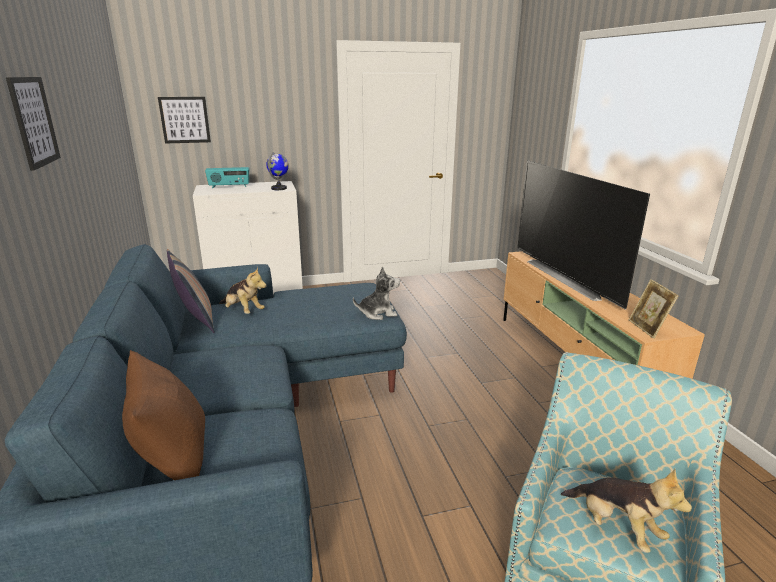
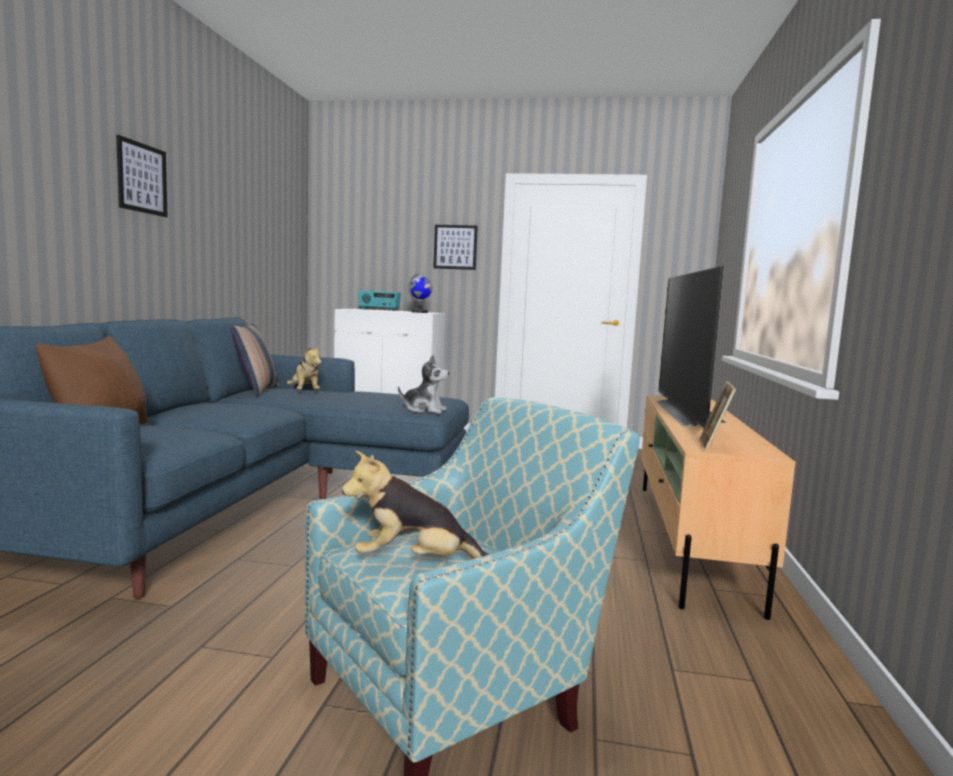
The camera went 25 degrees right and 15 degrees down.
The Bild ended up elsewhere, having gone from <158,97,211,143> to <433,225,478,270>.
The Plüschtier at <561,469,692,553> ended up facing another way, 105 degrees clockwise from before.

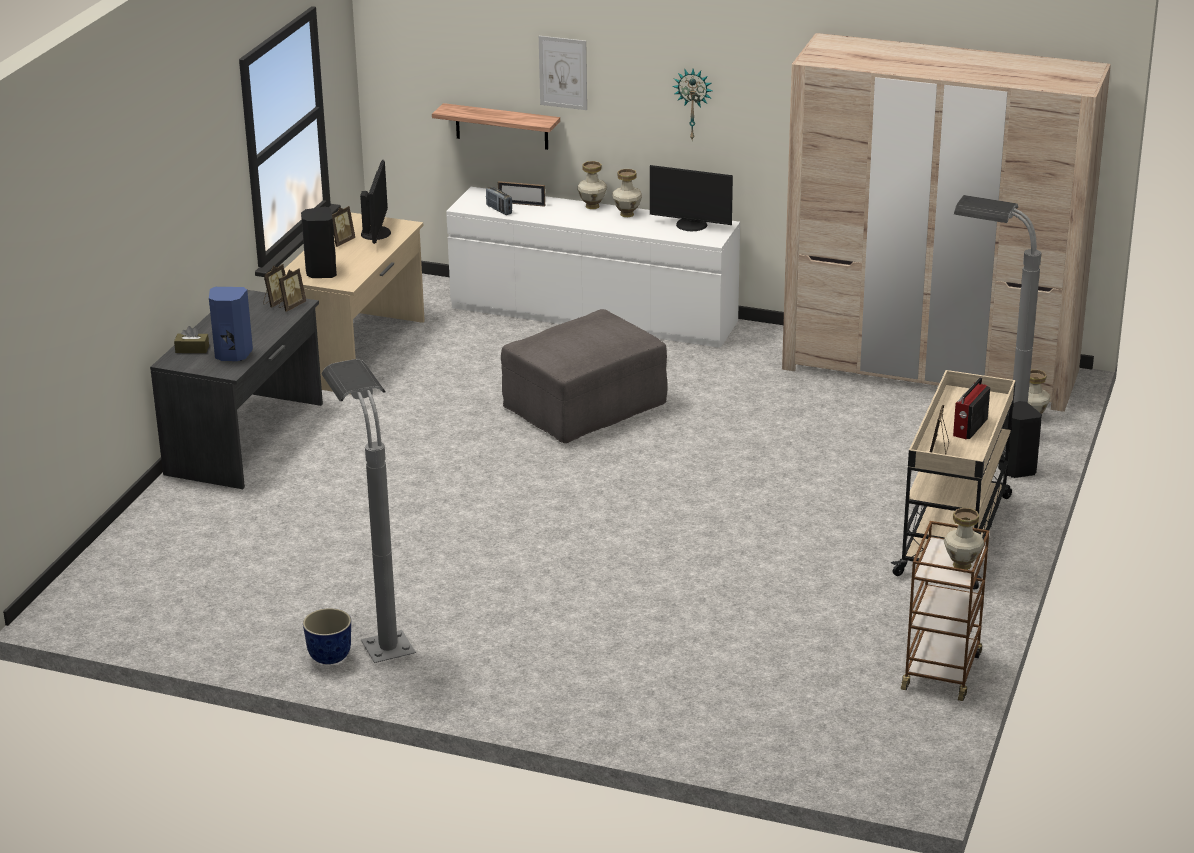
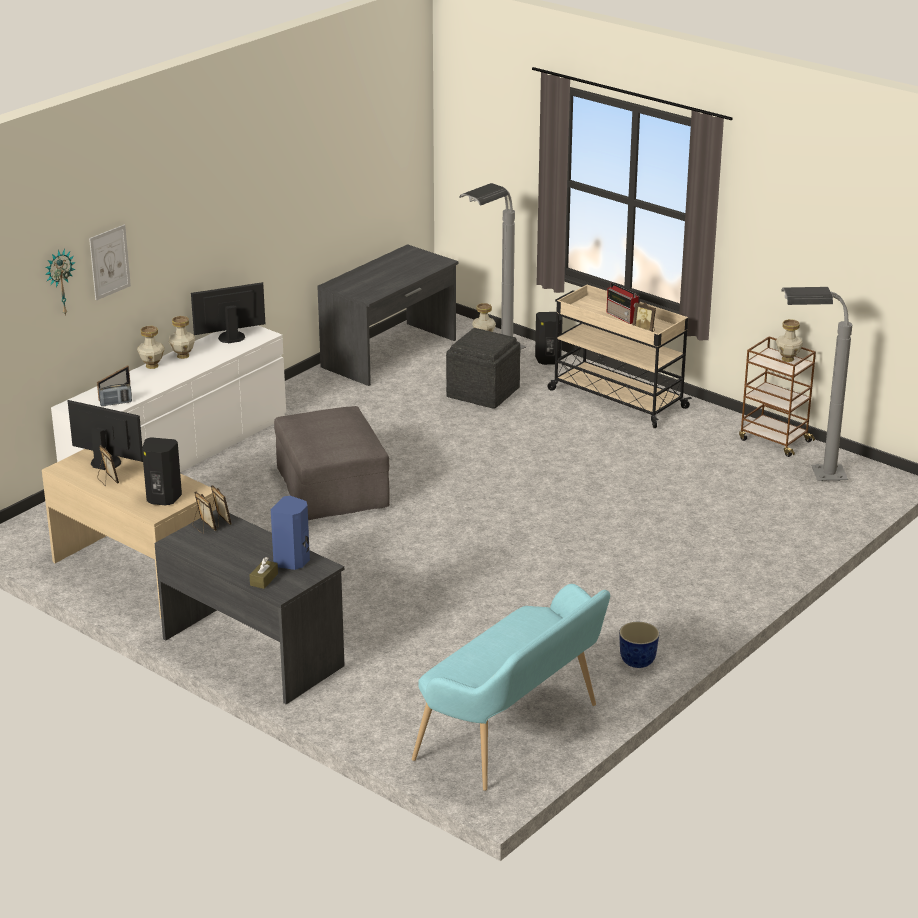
The camera went 70 degrees left and 0 degrees up.
Where the Kleiderschrank/beige stood at <782,33,1111,412>, the Schreibtisch/grau came to stand at <318,244,459,386>.
The Wanduhr ended up elsewhere, having gone from <672,69,713,140> to <45,249,76,316>.
The second view lost the Wandregal at <432,103,560,150>.
The Monitor at <650,165,733,231> ended up facing another way, 150 degrees counterclockwise from before.
The Stehlampe/grau ended up elsewhere, having gone from <322,359,416,663> to <781,287,852,481>.
The second view gained the Polsterhocker/grau at <446,328,520,409>.
The second view gained the Bank/türkis at <412,584,610,791>.

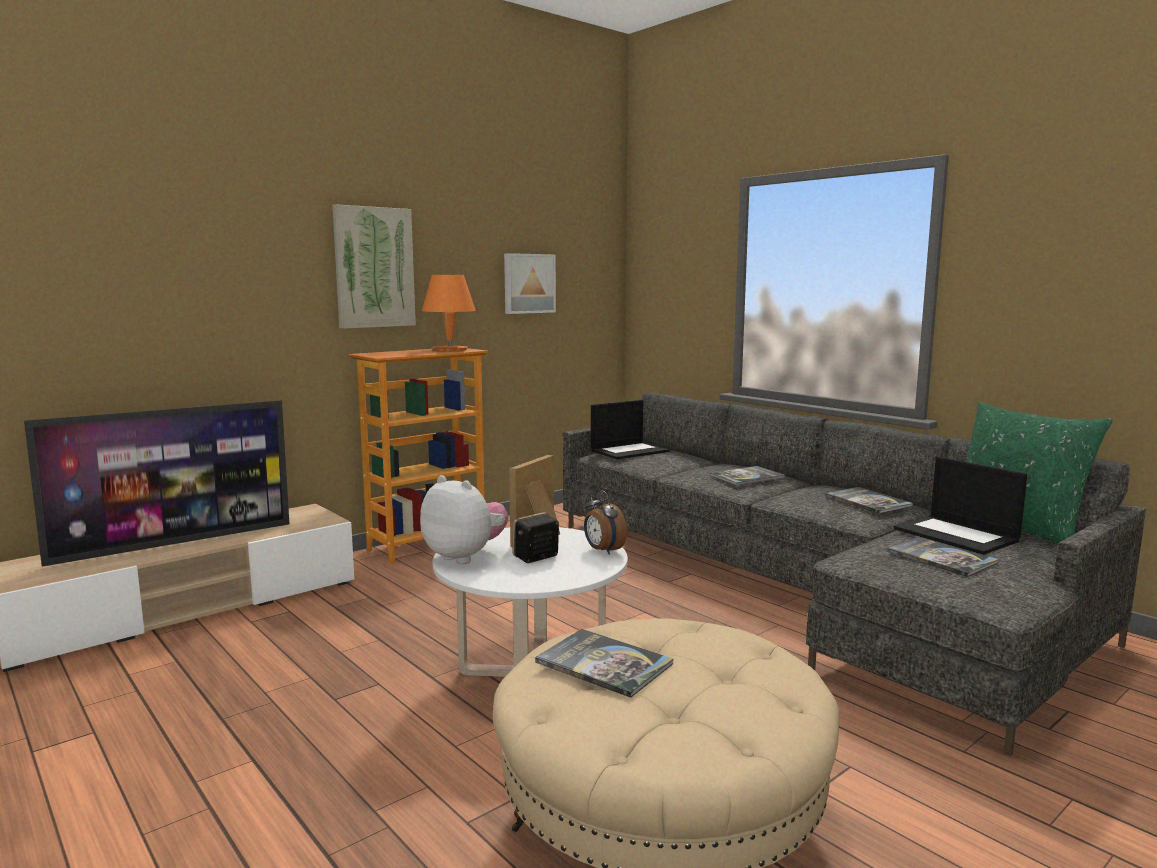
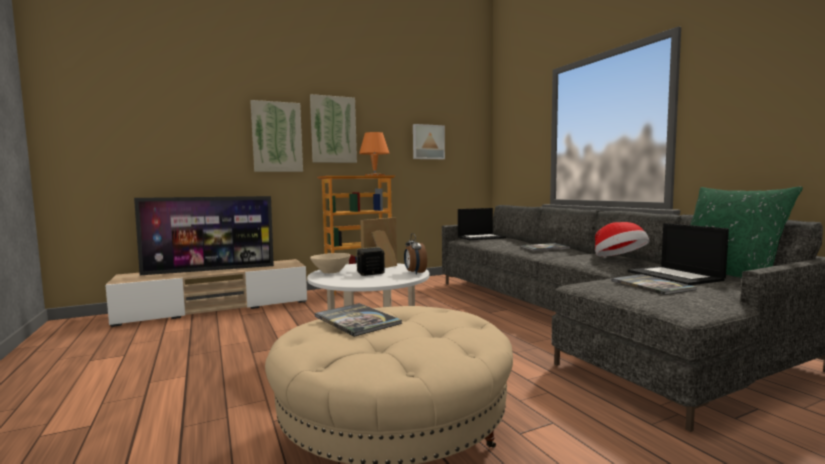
The camera went 15 degrees right and 5 degrees down.
Where the Plüschtier stood at <420,475,508,564>, the Schüssel/beige came to stand at <310,253,351,273>.
Where the Buch stood at <825,487,913,514>, the Hut came to stand at <595,222,650,257>.
The second view gained the Bild at <250,100,303,172>.

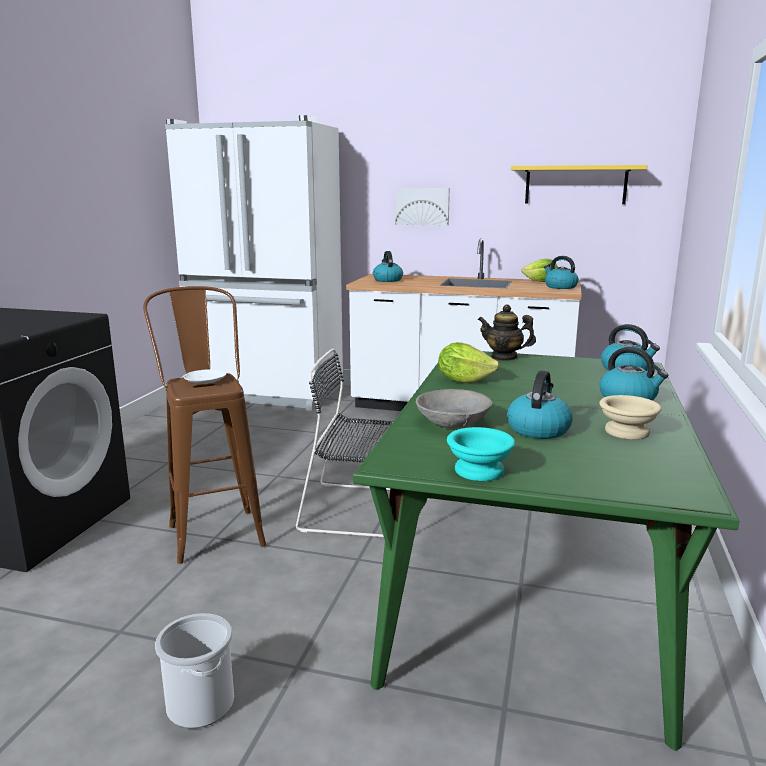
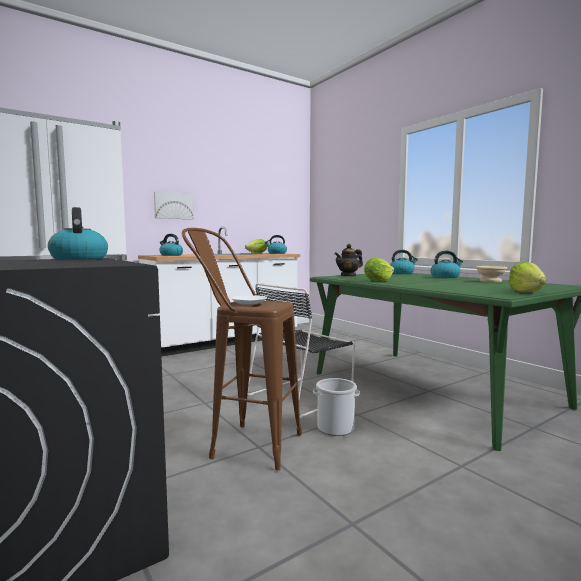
The camera went 50 degrees left and 10 degrees down.
The second view lost the Wandregal/gelb at <511,165,648,204>.
The Wasserkessel ended up elsewhere, having gone from <507,370,573,439> to <48,207,108,260>.
The second view lost the Schüssel/grau at <416,389,492,428>.
Where the Schüssel/türkis stood at <447,427,515,481>, the Salatkopf came to stand at <508,262,546,293>.
The Eimer ended up elsewhere, having gone from <155,613,234,729> to <313,378,360,436>.

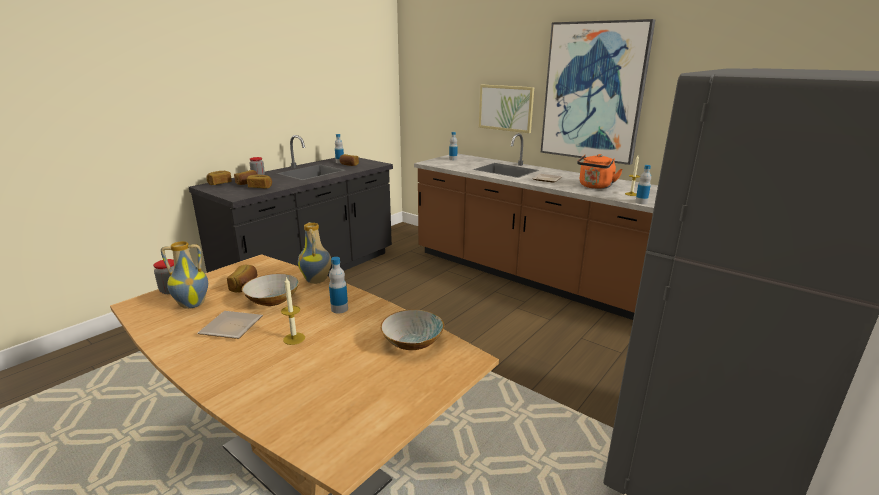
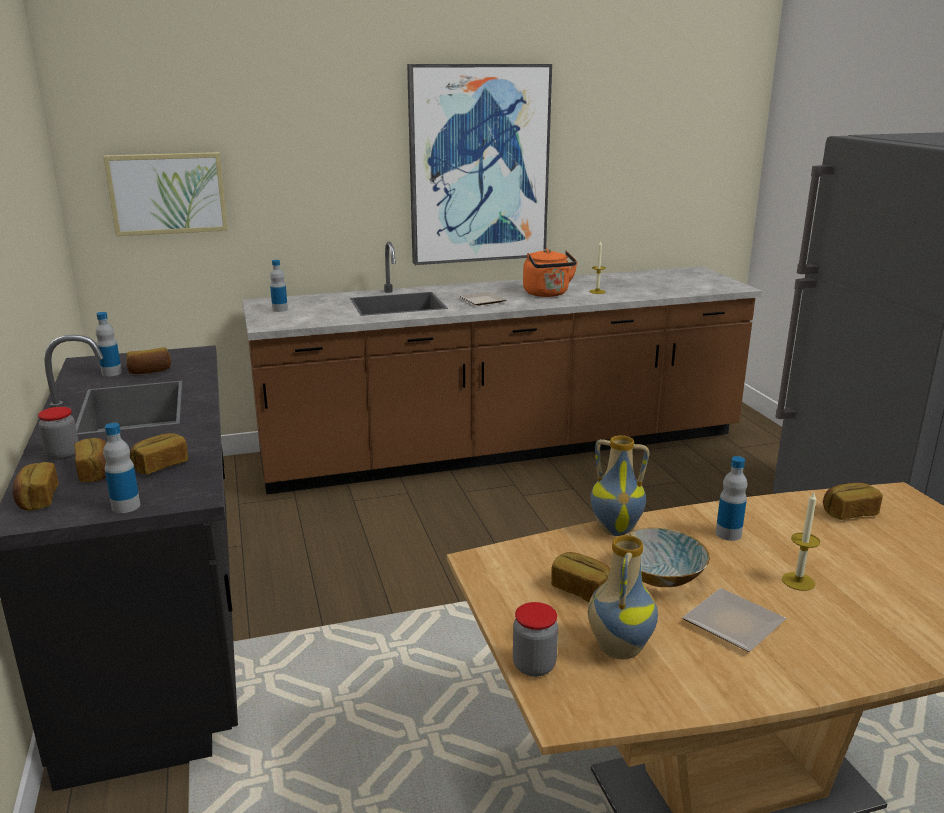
The camera went 55 degrees left and 0 degrees up.
The Bild ended up elsewhere, having gone from <479,85,534,133> to <103,152,228,236>.
The Flasche ended up elsewhere, having gone from <635,165,651,204> to <103,423,140,513>.
Where the Schüssel stood at <380,310,444,350>, the Brot came to stand at <823,483,883,520>.

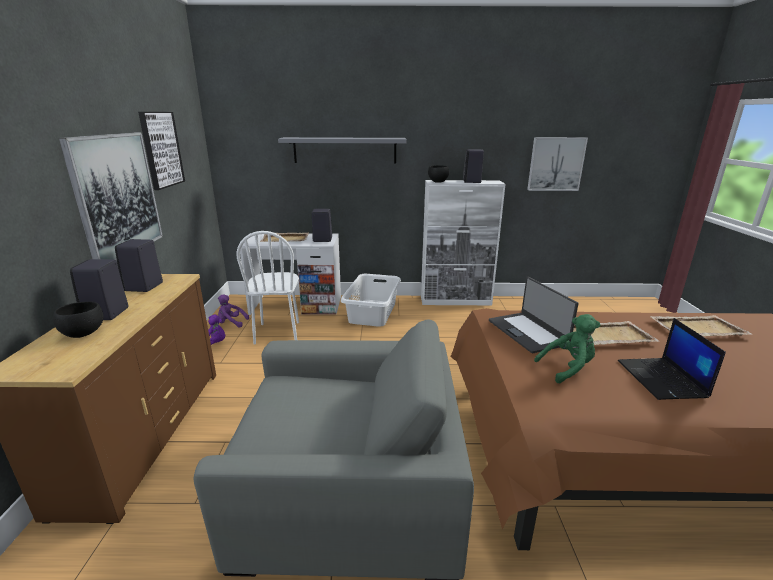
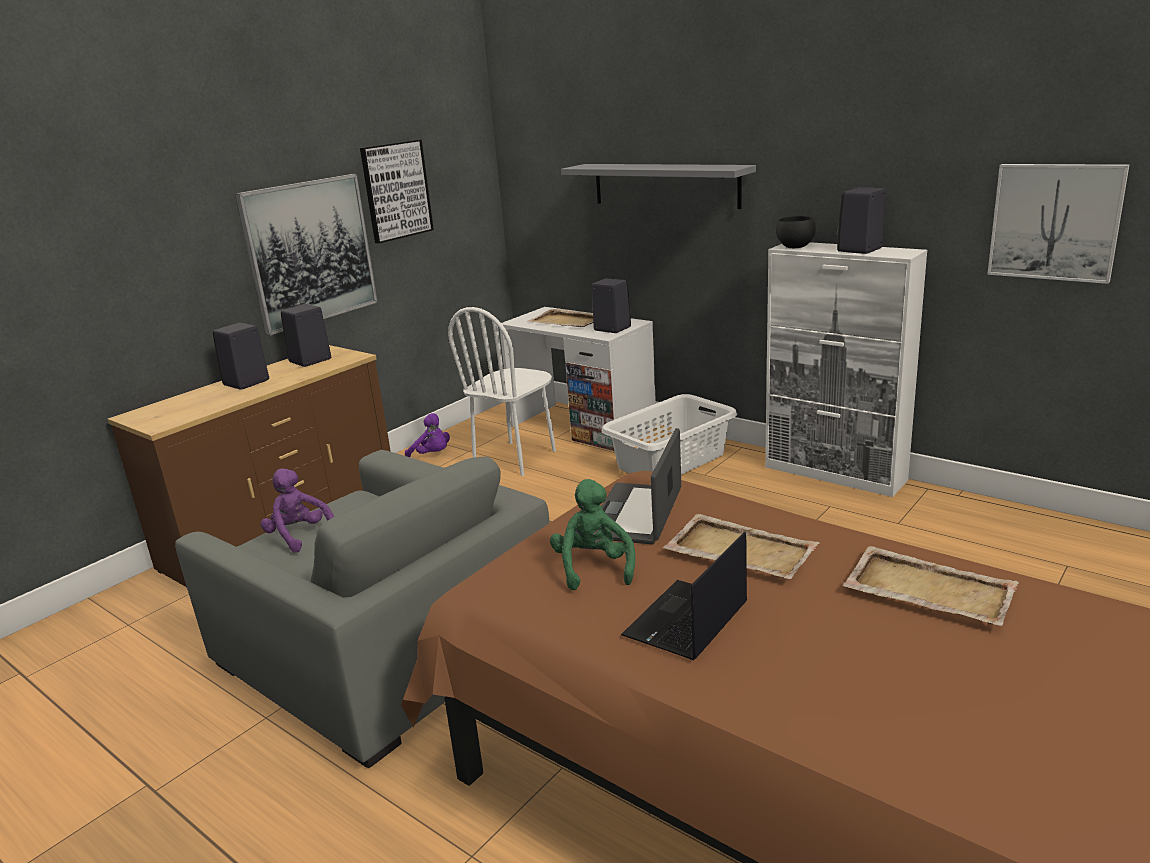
The camera went 40 degrees right and 0 degrees up.
The Plüschtier/lila ended up elsewhere, having gone from <218,295,249,327> to <261,468,334,553>.
The second view lost the Schüssel/schwarz at <53,301,104,338>.
The Plüschtier/grün at <534,314,600,383> ended up facing another way, 120 degrees counterclockwise from before.

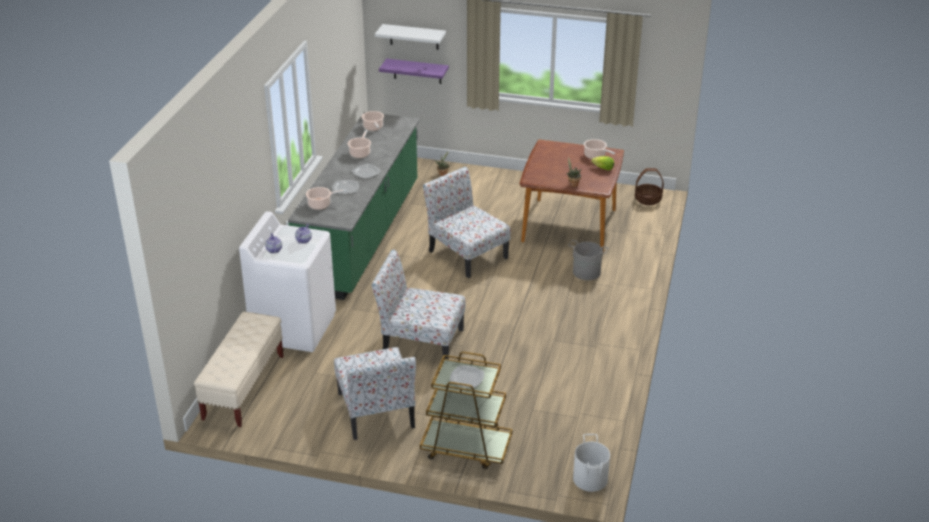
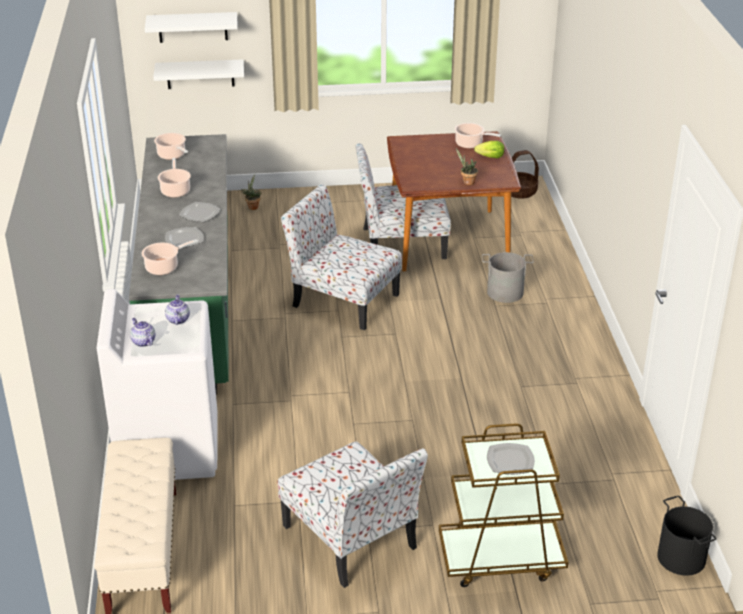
The camera went 20 degrees left and 0 degrees up.
What was the Wandregal/lila at <379,59,449,84> turned into the Wandregal/weiß at <153,59,244,89>.
The Stuhl ended up elsewhere, having gone from <371,250,465,359> to <355,143,451,259>.
What was the Eimer/weiß at <573,434,610,492> turned into the Eimer/schwarz at <657,496,716,576>.

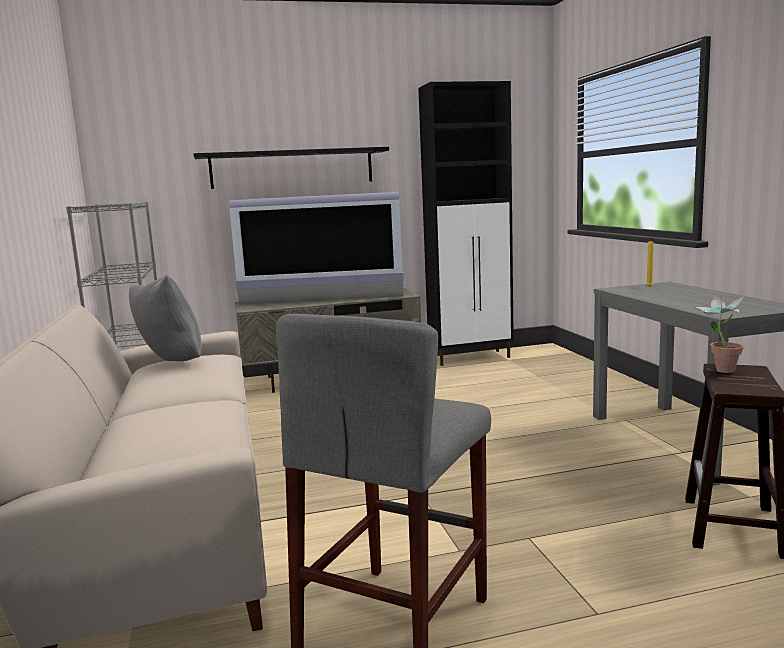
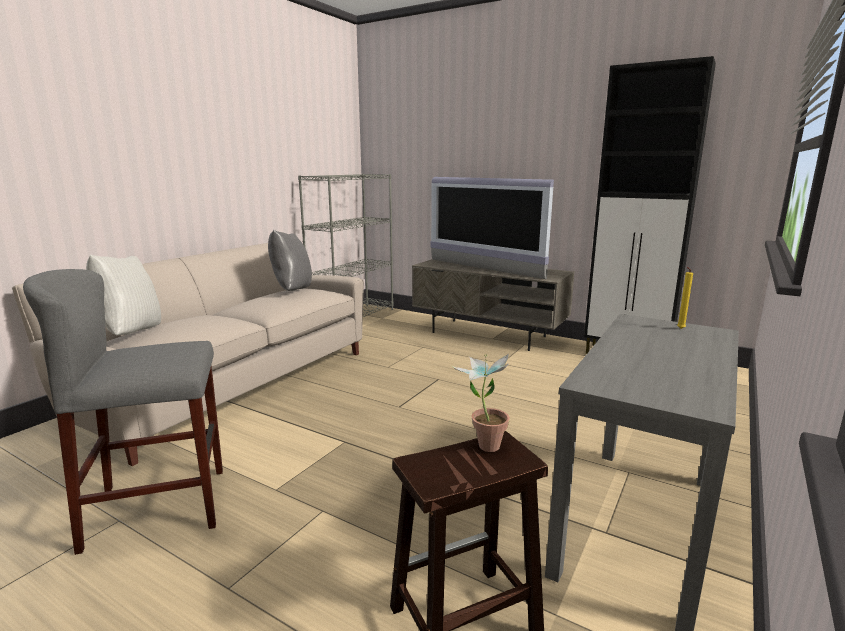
The camera went 45 degrees right and 5 degrees up.
The second view lost the Wandregal/schwarz at <193,147,389,189>.
The second view gained the Kissen/weiß at <86,254,161,335>.

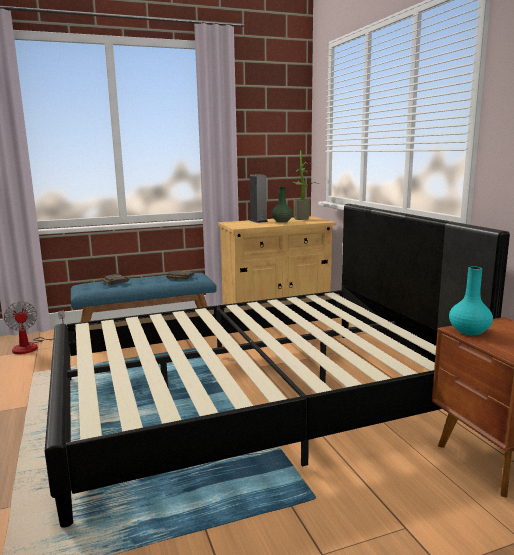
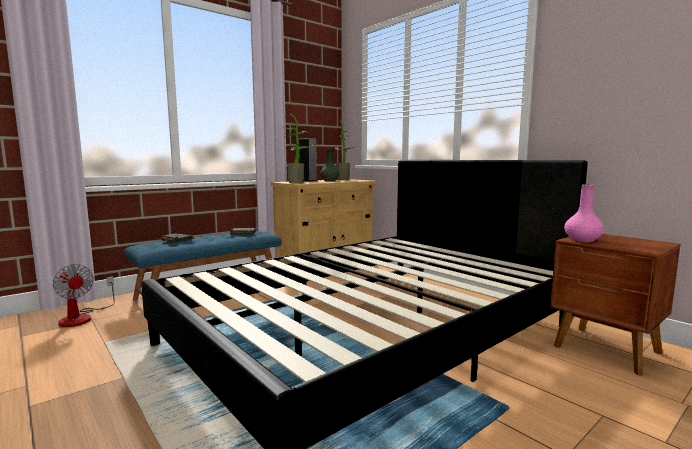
The camera went 20 degrees left and 5 degrees down.
What was the Vase/türkis at <449,266,493,335> turned into the Vase/rosa at <564,184,604,242>.
The second view gained the Topfpflanze at <280,113,313,184>.

